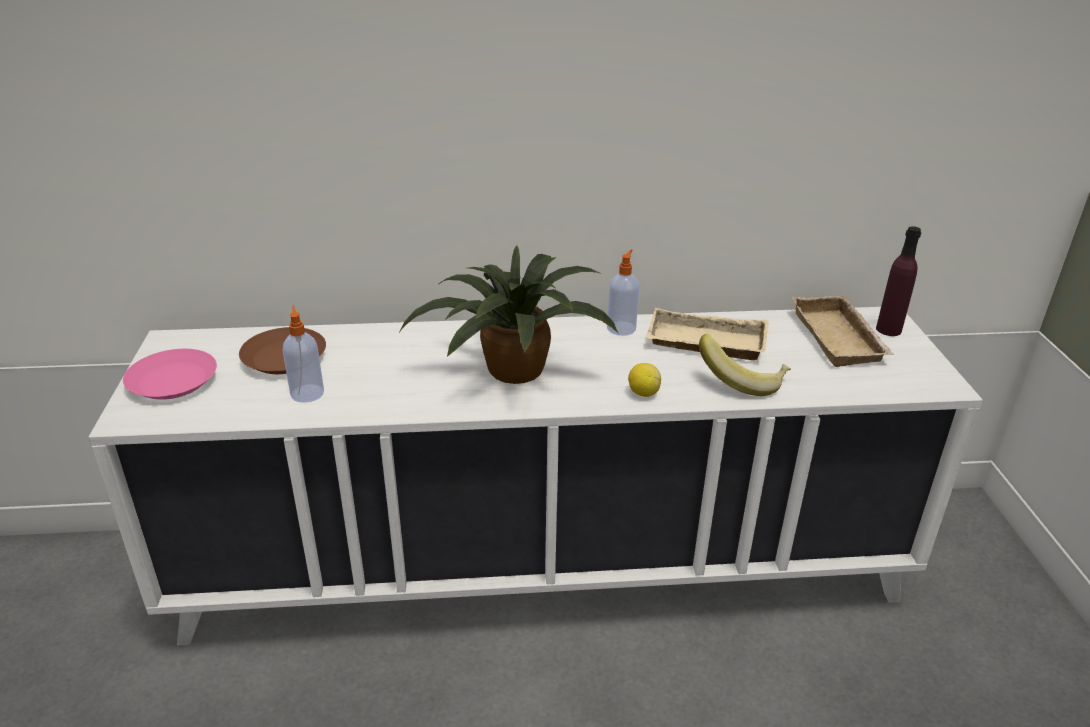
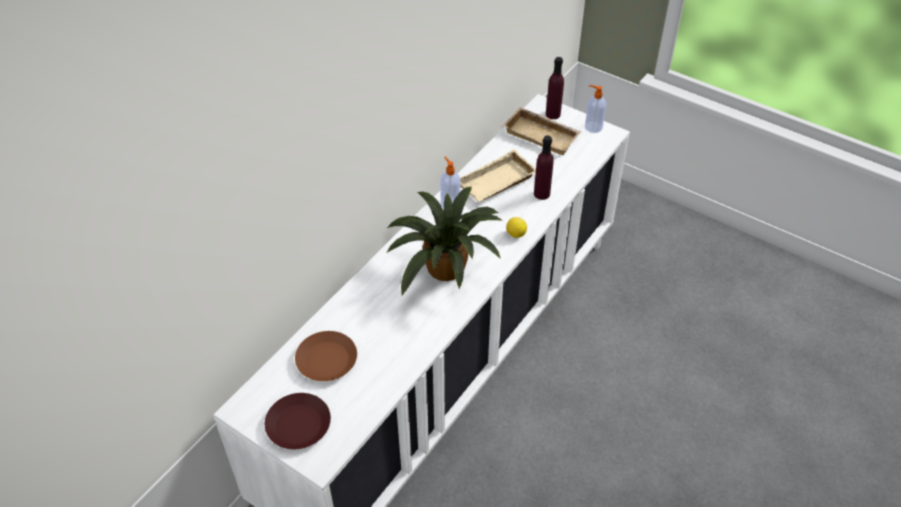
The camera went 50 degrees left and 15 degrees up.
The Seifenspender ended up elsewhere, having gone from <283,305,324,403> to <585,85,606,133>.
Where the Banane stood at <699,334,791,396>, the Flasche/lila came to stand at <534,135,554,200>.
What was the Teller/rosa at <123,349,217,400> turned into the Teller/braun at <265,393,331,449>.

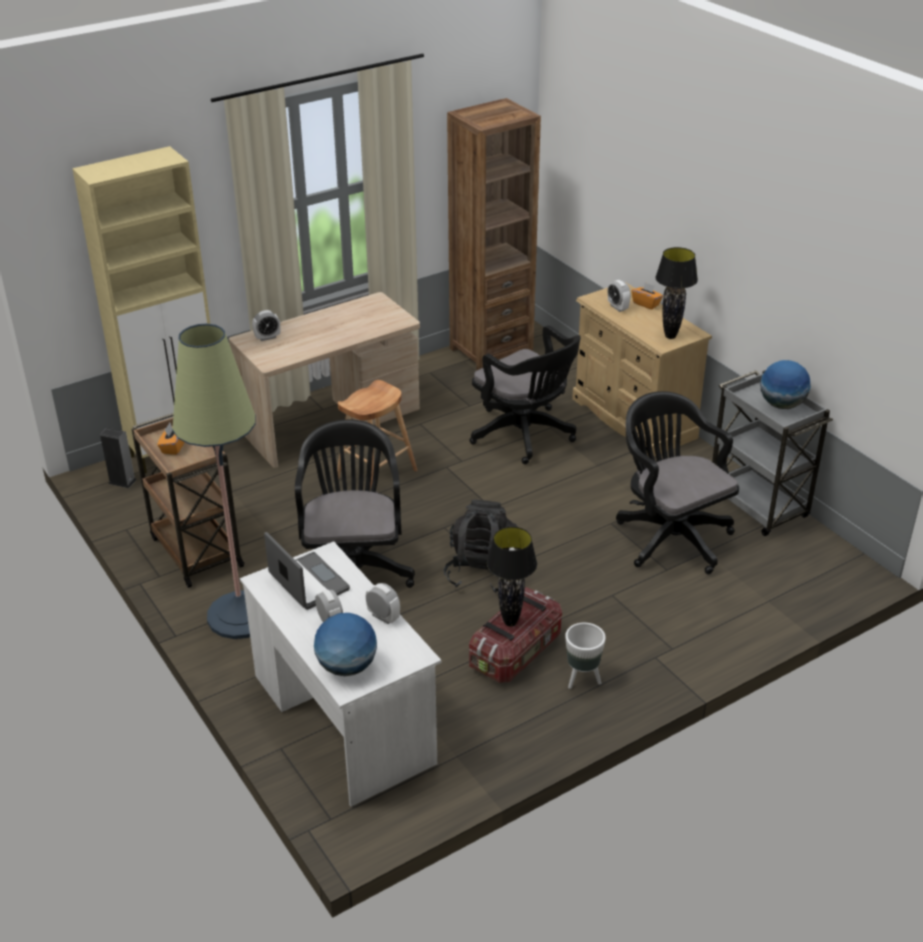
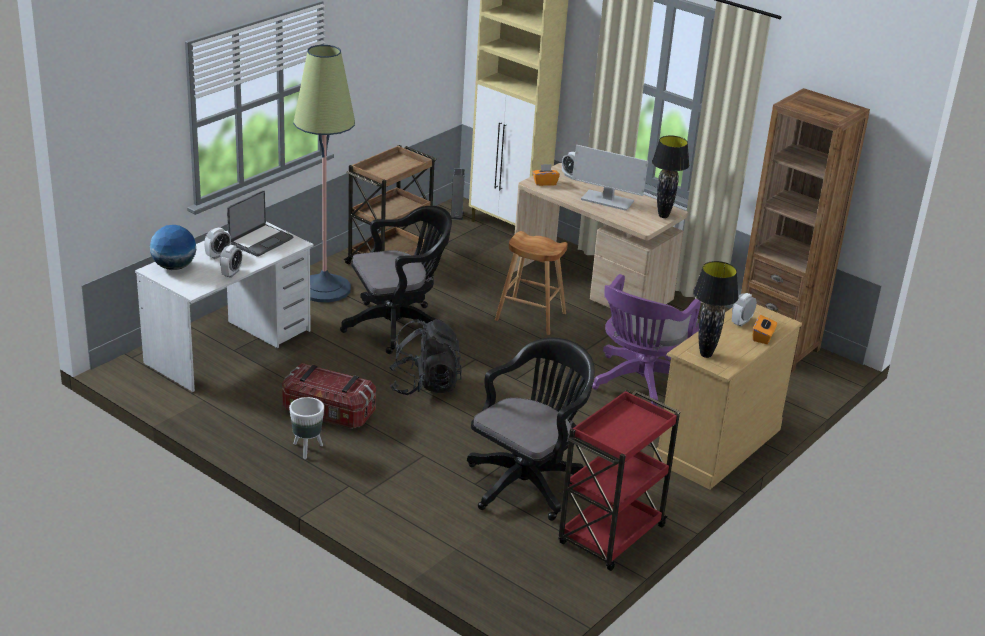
The camera went 70 degrees right and 5 degrees down.
What was the Bürostuhl/schwarz at <469,325,581,464> turned into the Bürostuhl/lila at <592,274,701,405>.
The second view lost the Globus at <760,360,811,409>.
What was the Rollwagen/grau at <712,370,833,536> turned into the Rollwagen/rot at <558,390,680,571>.
The Taschentuchbox/orange ended up elsewhere, having gone from <157,423,185,455> to <533,164,560,186>.
The Tischlampe/schwarz ended up elsewhere, having gone from <487,527,537,627> to <652,136,689,218>.
The second view gained the Monitor at <572,145,648,211>.

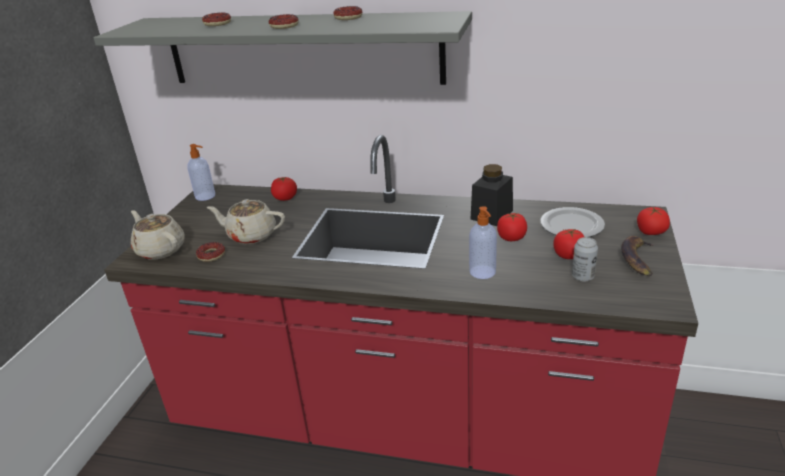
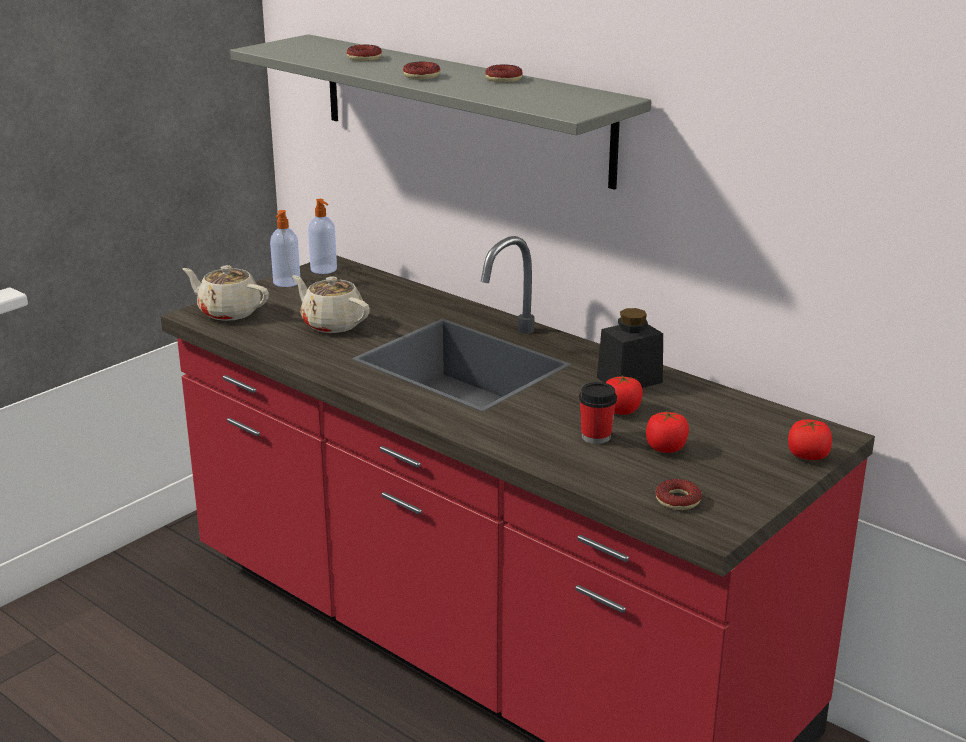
The camera went 25 degrees right and 5 degrees down.
The second view lost the Tomate at <271,177,297,201>.
The Seifenspender ended up elsewhere, having gone from <469,206,497,279> to <270,210,300,287>.
The second view lost the Teller at <540,207,605,237>.
The Teekanne/beige at <131,210,185,260> ended up facing another way, 45 degrees counterclockwise from before.
The second view lost the Banane at <621,236,655,276>.
The second view lost the Dose at <572,237,598,282>.
The Donut ended up elsewhere, having gone from <196,242,225,262> to <656,479,702,510>.
The second view gained the Tasse at <579,382,617,444>.

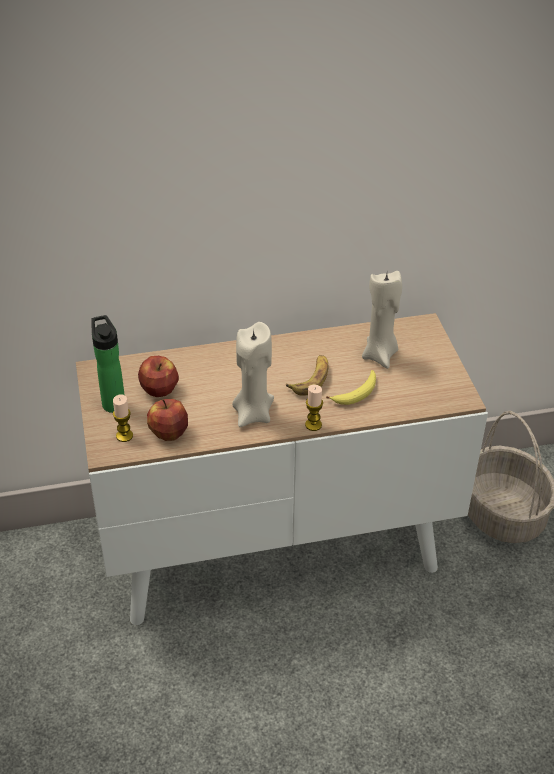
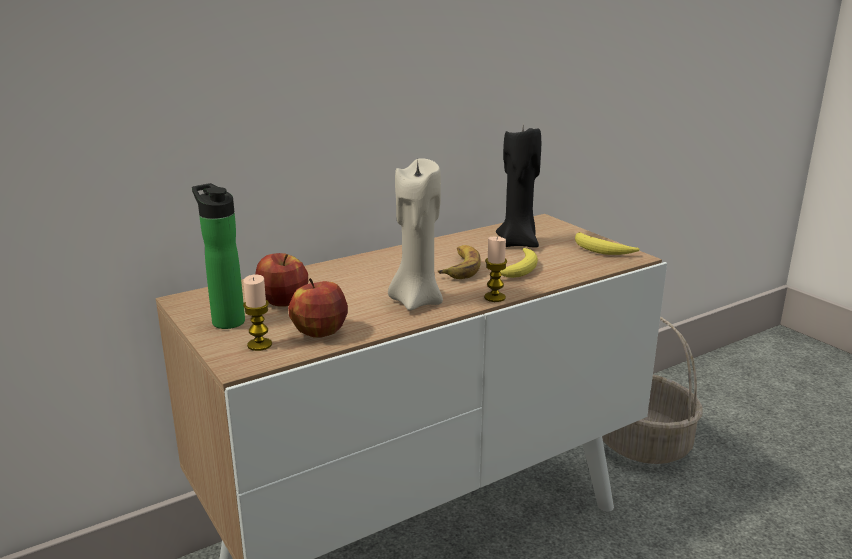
The camera went 20 degrees left and 20 degrees down.
What was the Kerze/beige at <362,271,402,369> turned into the Kerze/schwarz at <496,127,541,248>.
The second view gained the Banane at <575,232,640,255>.

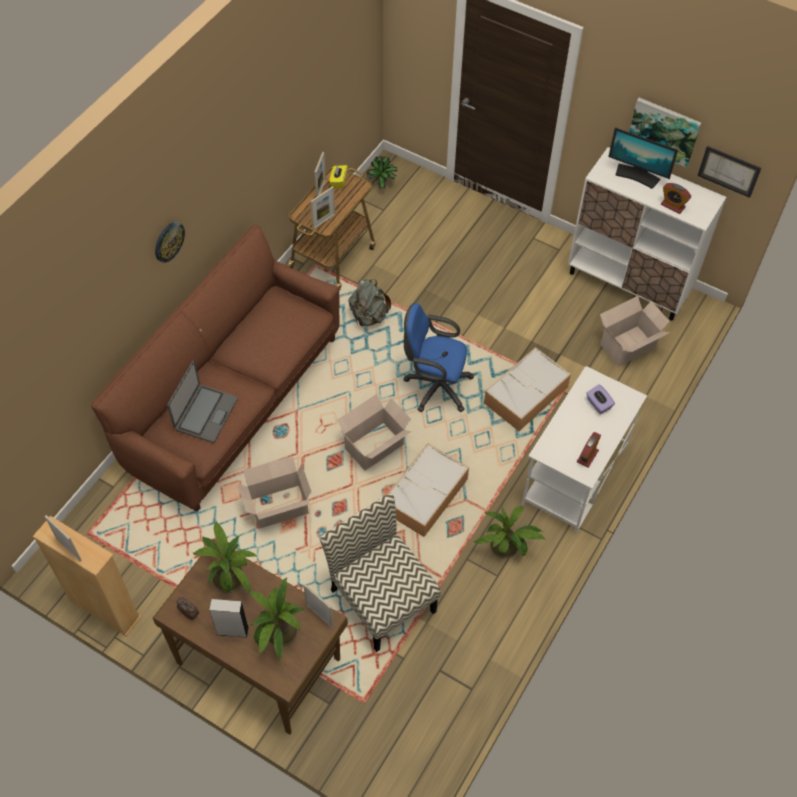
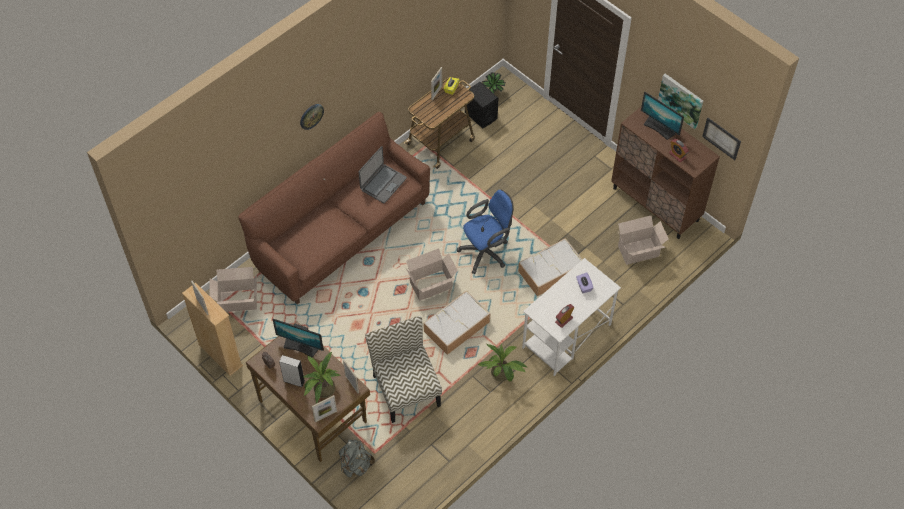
The camera went 15 degrees right and 0 degrees up.
What was the Schrank/weiß at <568,147,726,320> turned into the Schrank/braun at <611,106,720,239>.
The Bilderrahmen ended up elsewhere, having gone from <311,186,335,229> to <312,395,337,422>.
The Rucksack/grau ended up elsewhere, having gone from <348,279,391,327> to <339,440,375,477>.
The Bürostuhl/blau at <403,303,474,412> ended up facing another way, 120 degrees clockwise from before.
The Laptop ended up elsewhere, having gone from <167,360,238,443> to <359,146,407,203>.
The Karton ended up elsewhere, having gone from <237,456,311,529> to <210,267,257,312>.
Where the Topfpflanze stood at <193,521,257,595>, the Monitor came to stand at <273,319,323,358>.
The second view gained the Lautsprecher/schwarz at <465,82,498,129>.

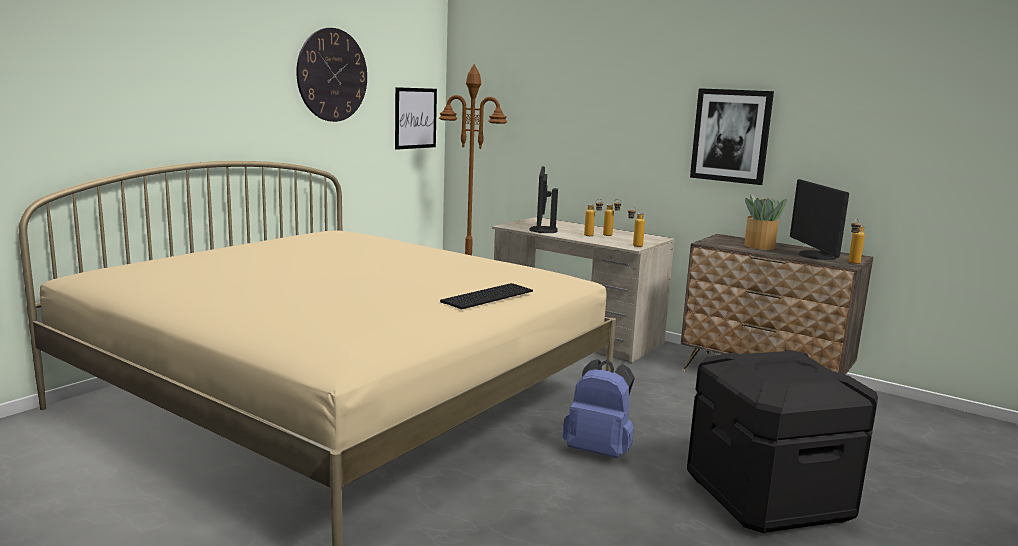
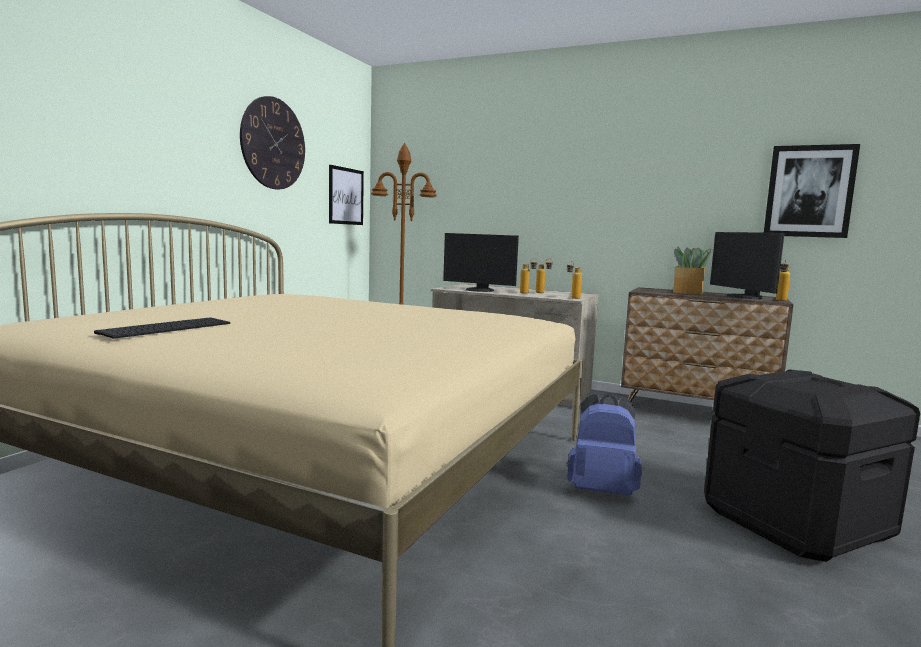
The camera went 10 degrees left and 5 degrees down.
The Bild ended up elsewhere, having gone from <690,88,774,185> to <764,144,860,238>.
The Monitor at <529,166,558,233> ended up facing another way, 60 degrees counterclockwise from before.
The Tastatur ended up elsewhere, having gone from <440,283,533,309> to <94,317,230,339>.

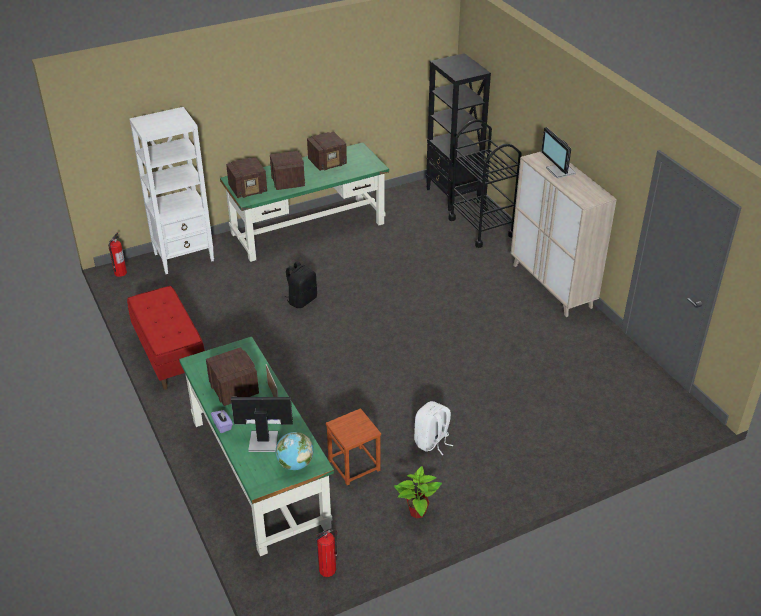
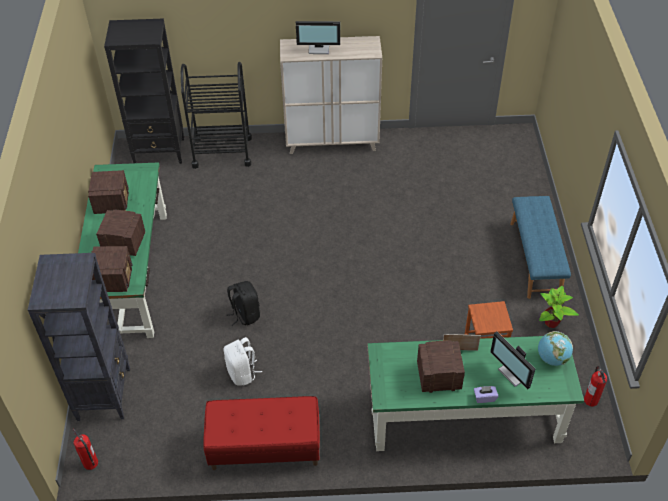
The camera went 65 degrees left and 10 degrees up.
What was the Bücherregal/weiß at <129,107,214,274> turned into the Bücherregal/schwarz at <28,253,130,421>.
The Monitor at <231,397,293,452> ended up facing another way, 60 degrees counterclockwise from before.
The Rucksack/weiß ended up elsewhere, having gone from <414,401,453,455> to <224,337,262,386>.
The second view gained the Bank/blau at <510,196,571,299>.

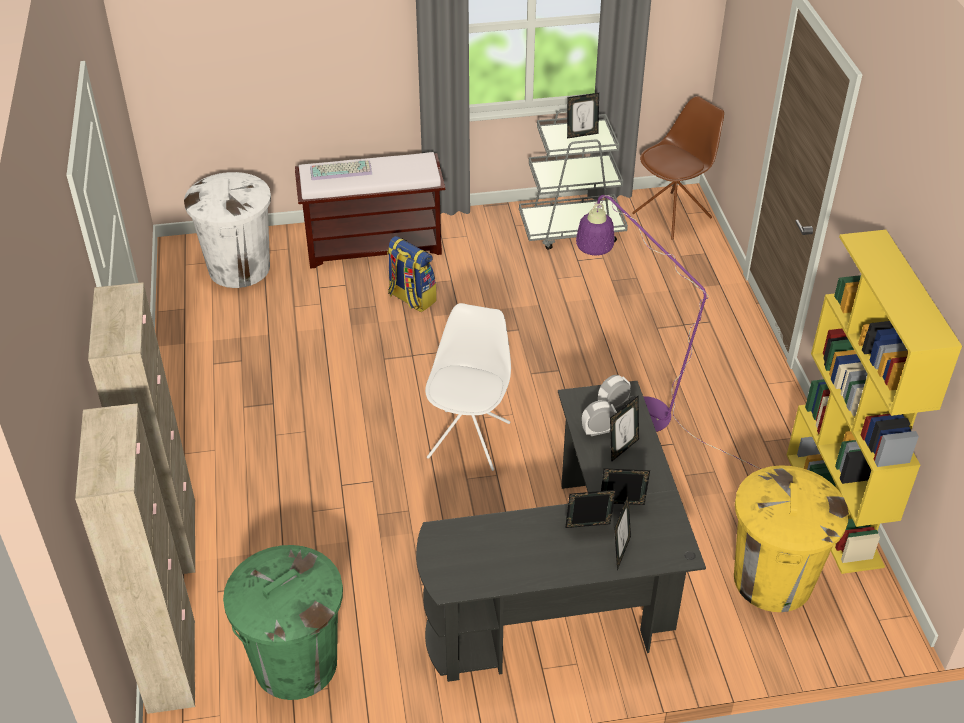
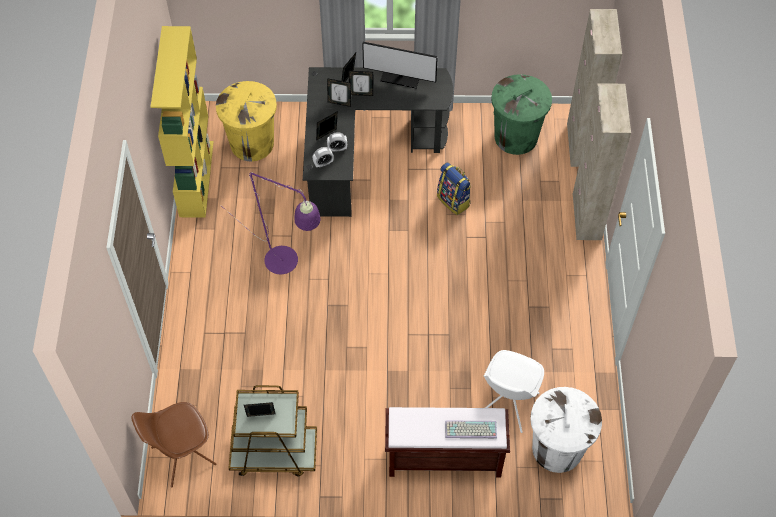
The camera went 170 degrees left and 15 degrees up.
What was the Rollwagen/grau at <519,109,628,249> turned into the Rollwagen/braun at <229,385,317,477>.
The Rucksack ended up elsewhere, having gone from <387,236,437,312> to <437,162,471,215>.
The Stuhl/weiß ended up elsewhere, having gone from <425,303,511,471> to <484,350,544,433>.
The second view gained the Monitor at <362,42,438,89>.

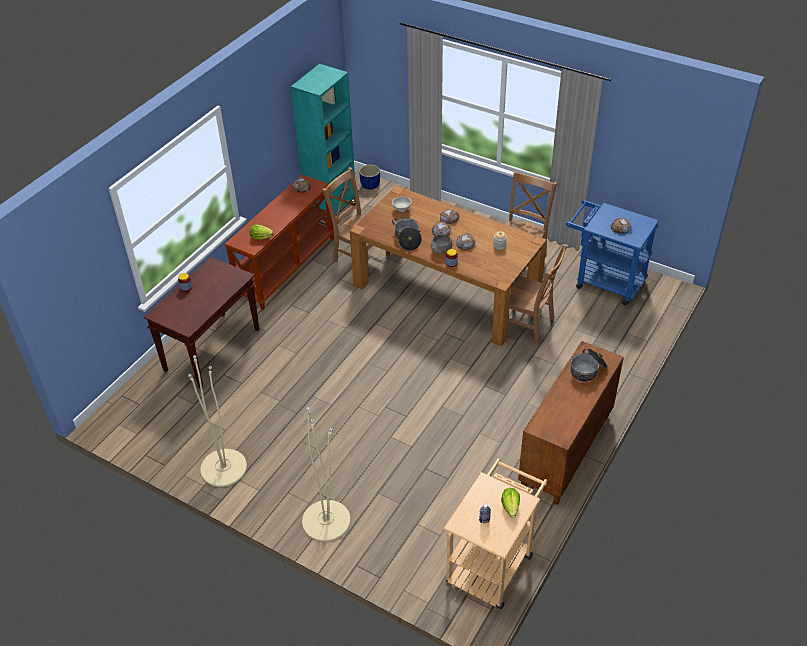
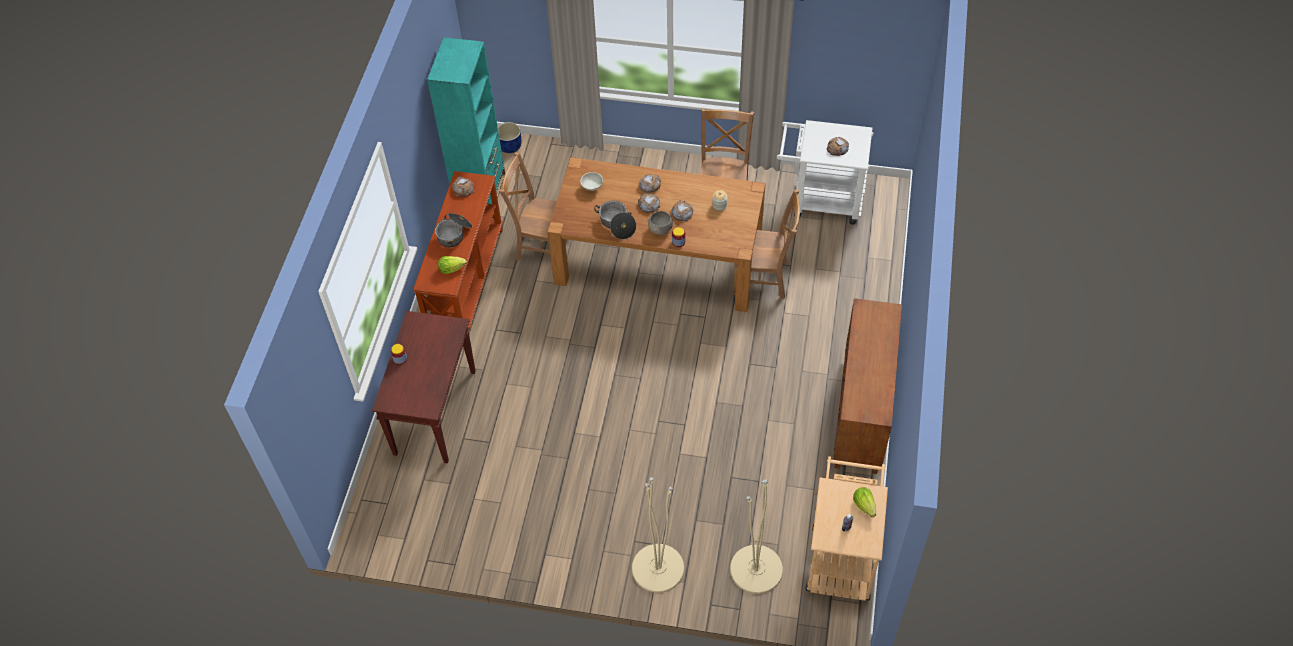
The camera went 20 degrees left and 10 degrees up.
What was the Rollwagen/blau at <566,200,659,305> turned into the Rollwagen/weiß at <777,120,873,225>.
The Kochtopf ended up elsewhere, having gone from <571,348,608,381> to <435,213,472,247>.
The Stehlampe/beige ended up elsewhere, having gone from <188,355,247,487> to <730,480,783,594>.

